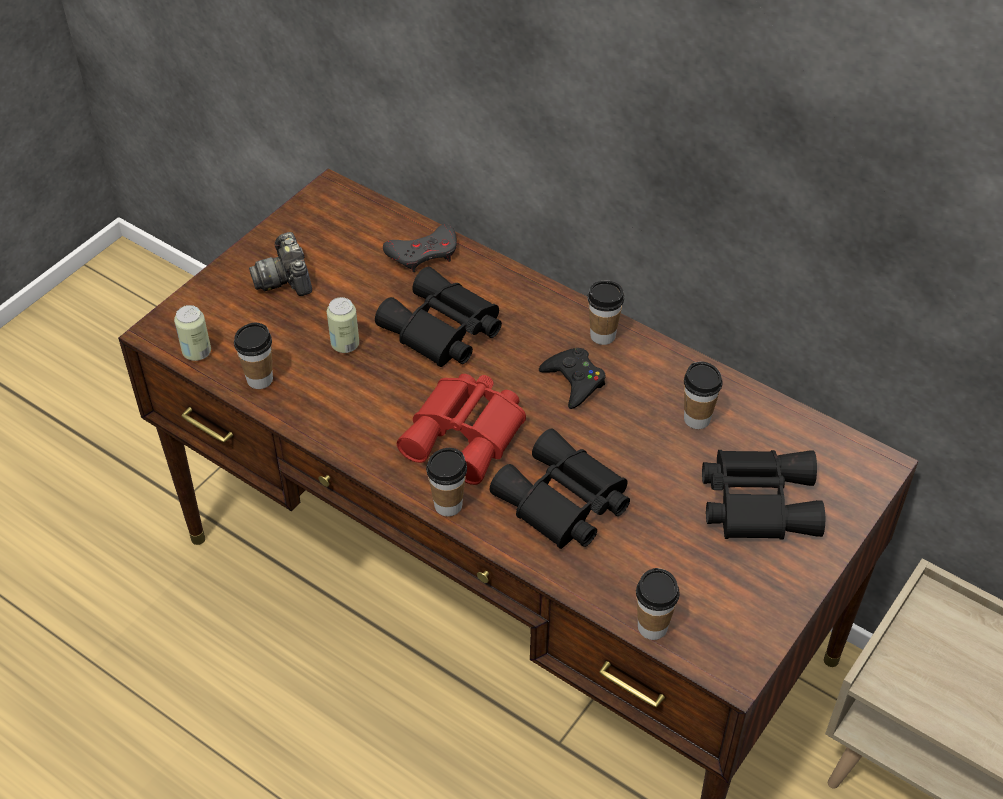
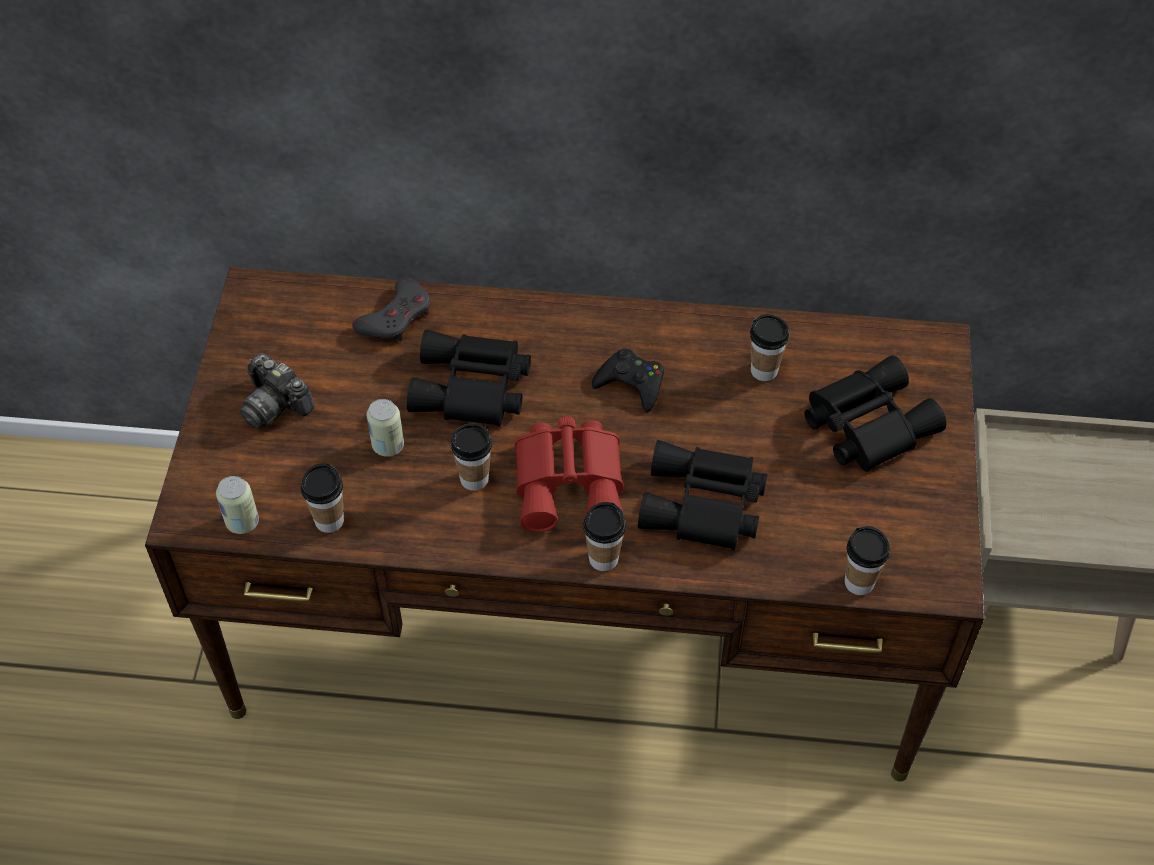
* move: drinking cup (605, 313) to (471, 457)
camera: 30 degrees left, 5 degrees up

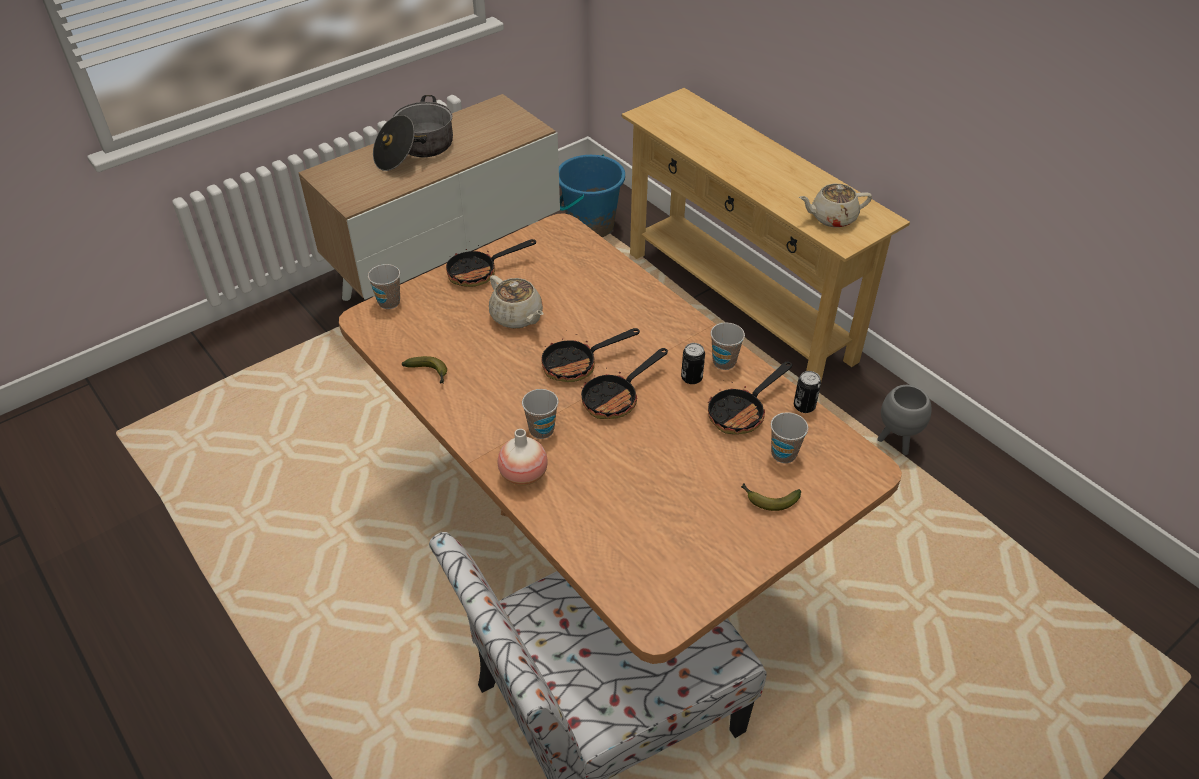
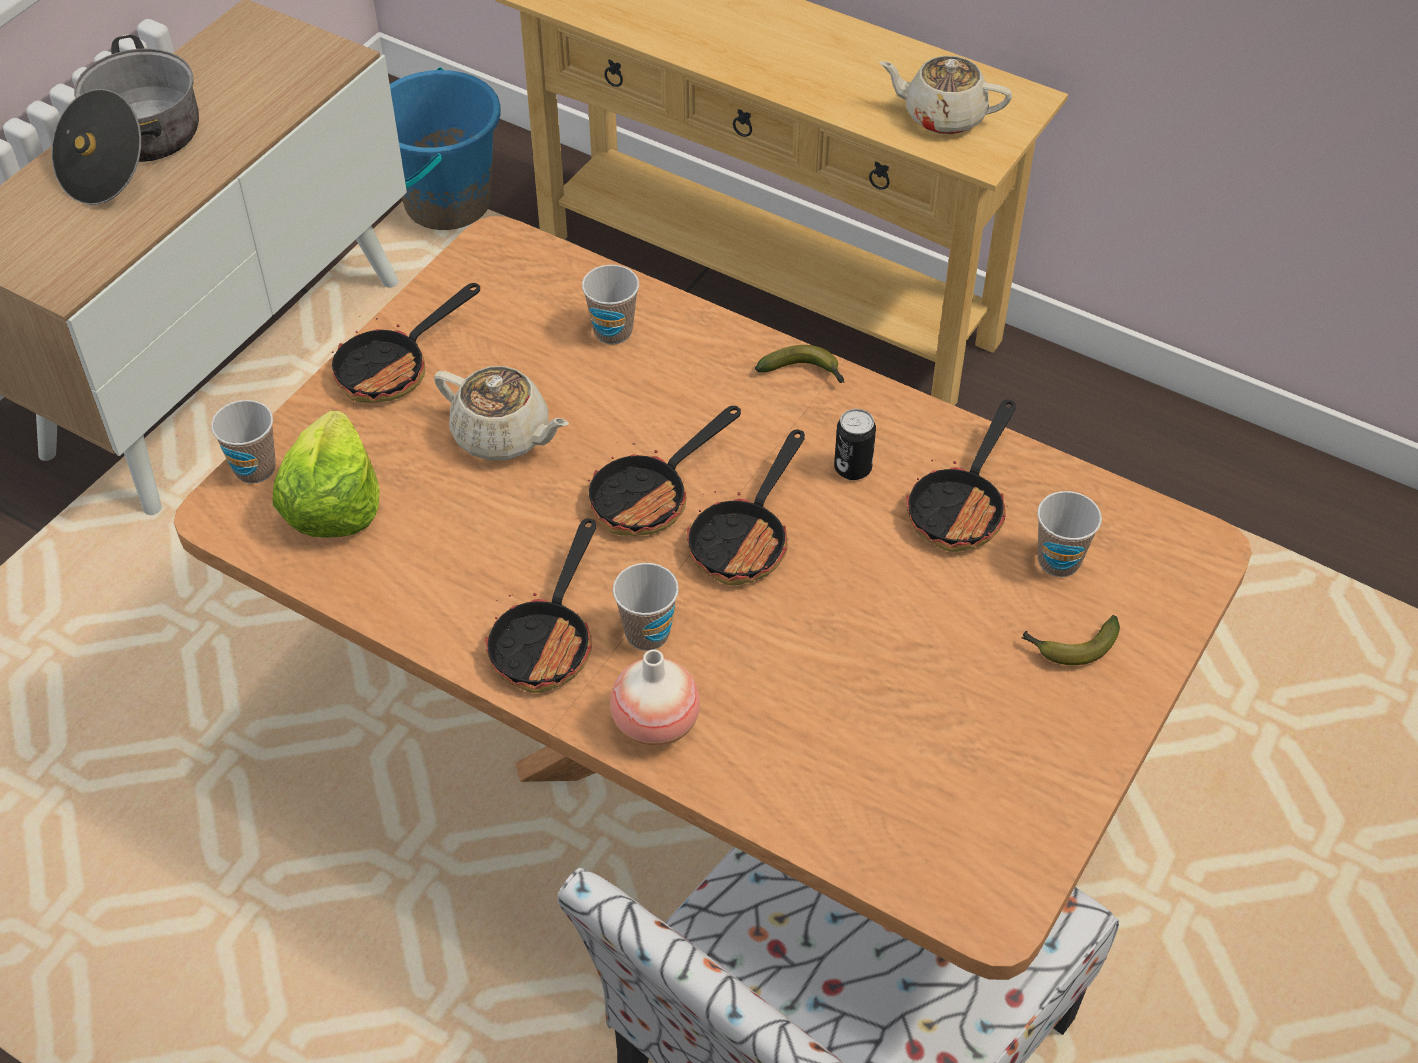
* insert: lettuce head (326, 474)
* insert: skillet (540, 605)
* move: drinking cup (728, 346) to (610, 305)
* move: whole banana (424, 370) to (800, 364)
* rotate: sand-coloured teapot (835, 205) = (945, 95) 45 degrees clockwise
* delete: metal can (807, 392)
* delete: grey flower pot (904, 420)
camera: 20 degrees left, 5 degrees up

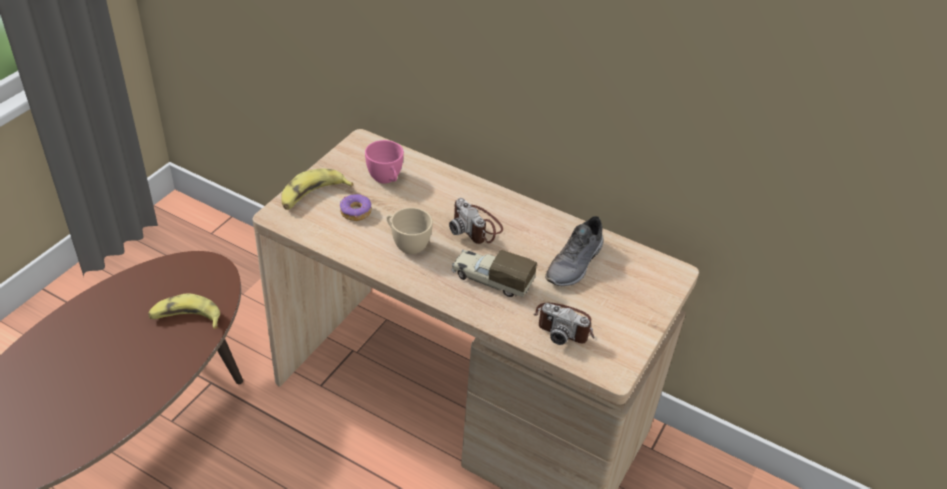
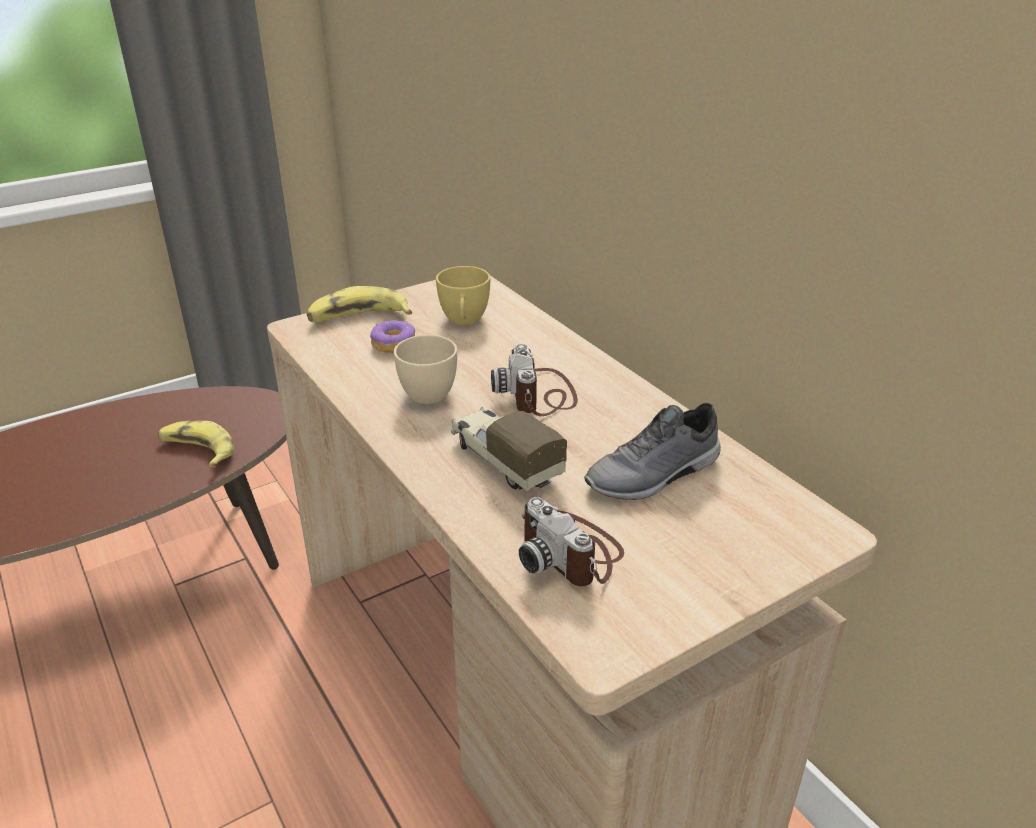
* recolor: pinkish drinking cup (384, 161) to yellowish drinking cup (463, 295)
camera: 30 degrees right, 10 degrees down

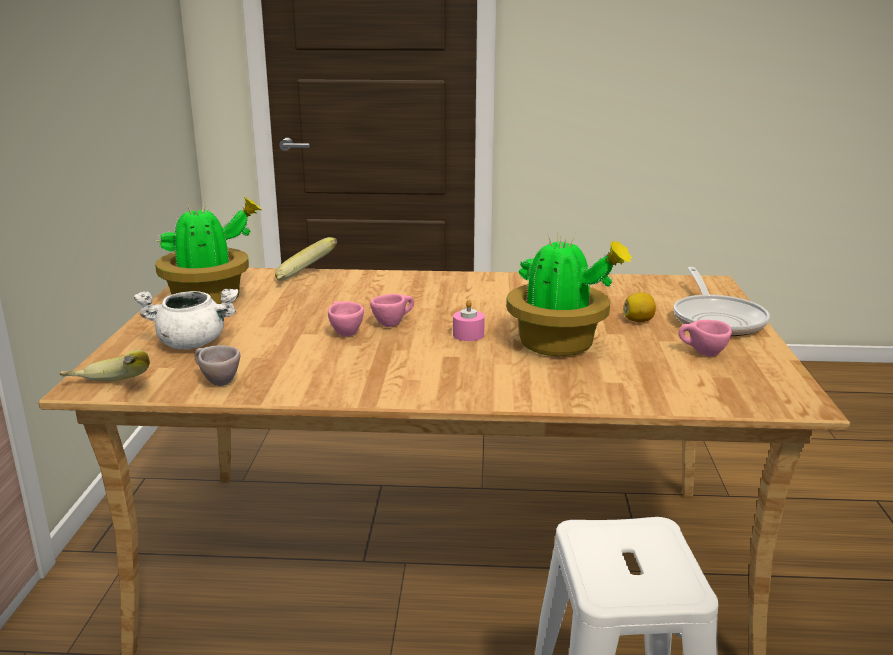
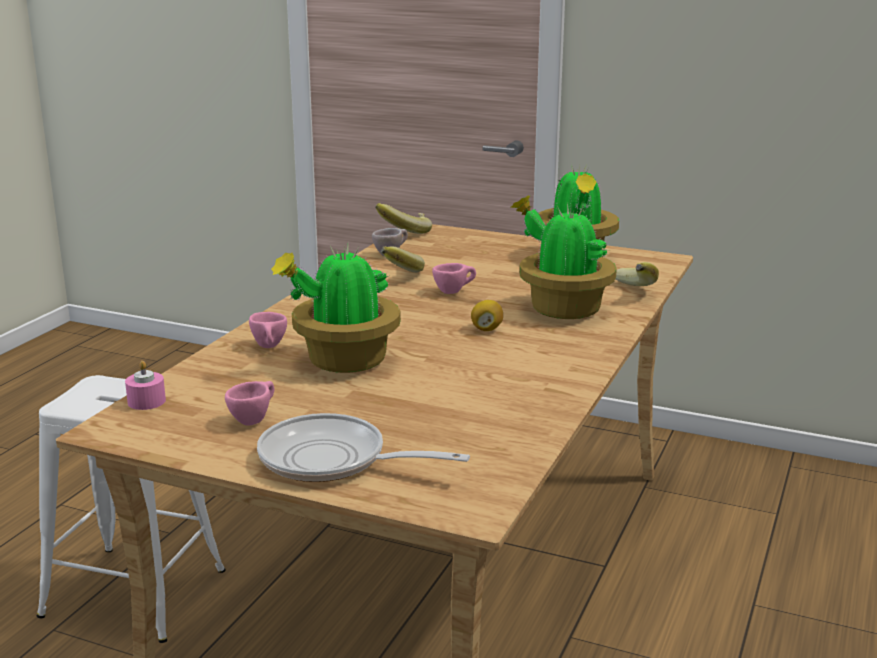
* move: pinkish wax candle (469, 320) to (145, 385)
* move: pinkish drinking cup (392, 310) to (268, 330)
* insert: whole banana (403, 260)
* move: citrus fruit (639, 307) to (487, 315)
* insert: potted plant (564, 257)
* delete: whitish cooking pot (185, 319)
camera: 110 degrees right, 0 degrees up

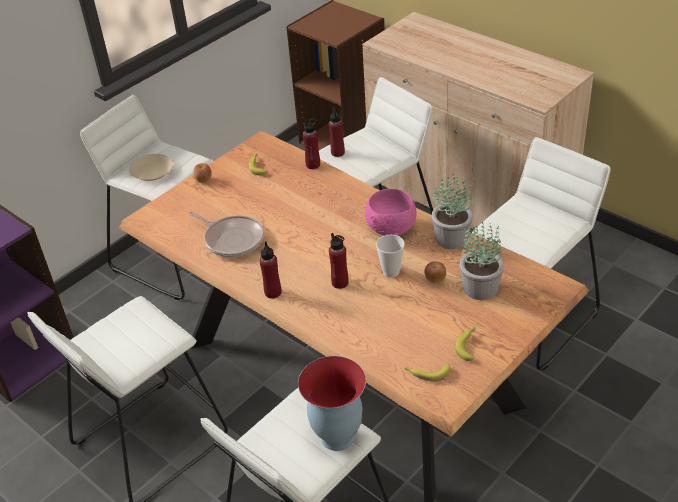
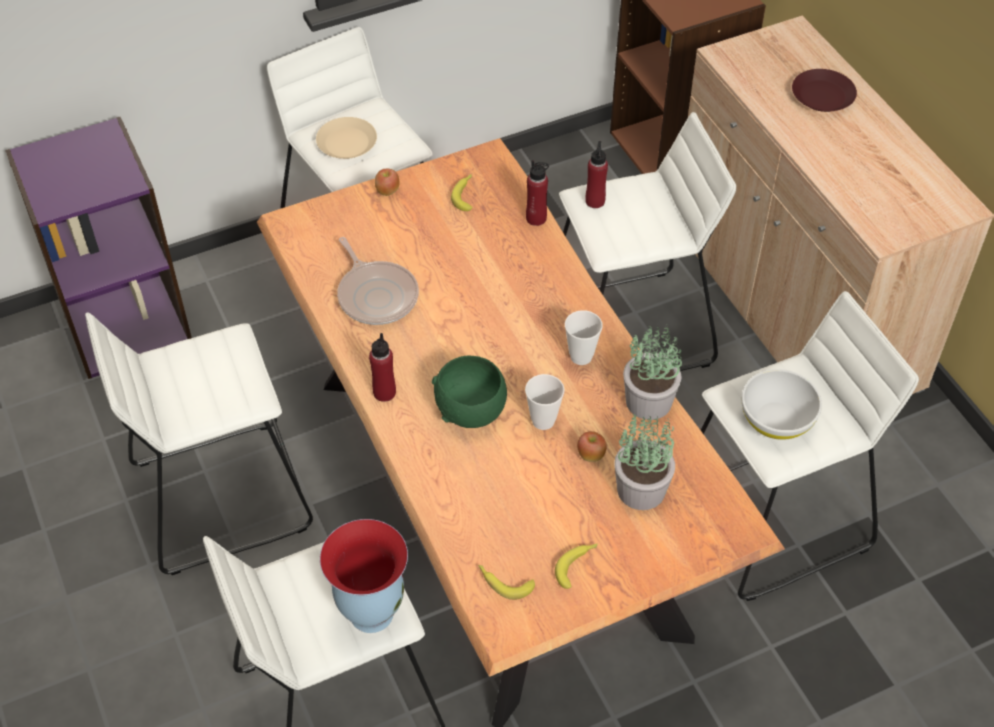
* replace: red-coloured bottle (339, 261) to greenish bowl (469, 392)
* replace: pinkish bowl (390, 212) to drinking cup (584, 337)
* insert: whitish bowl (782, 404)
* insert: brownish dinner plate (824, 90)
camera: 20 degrees right, 10 degrees up

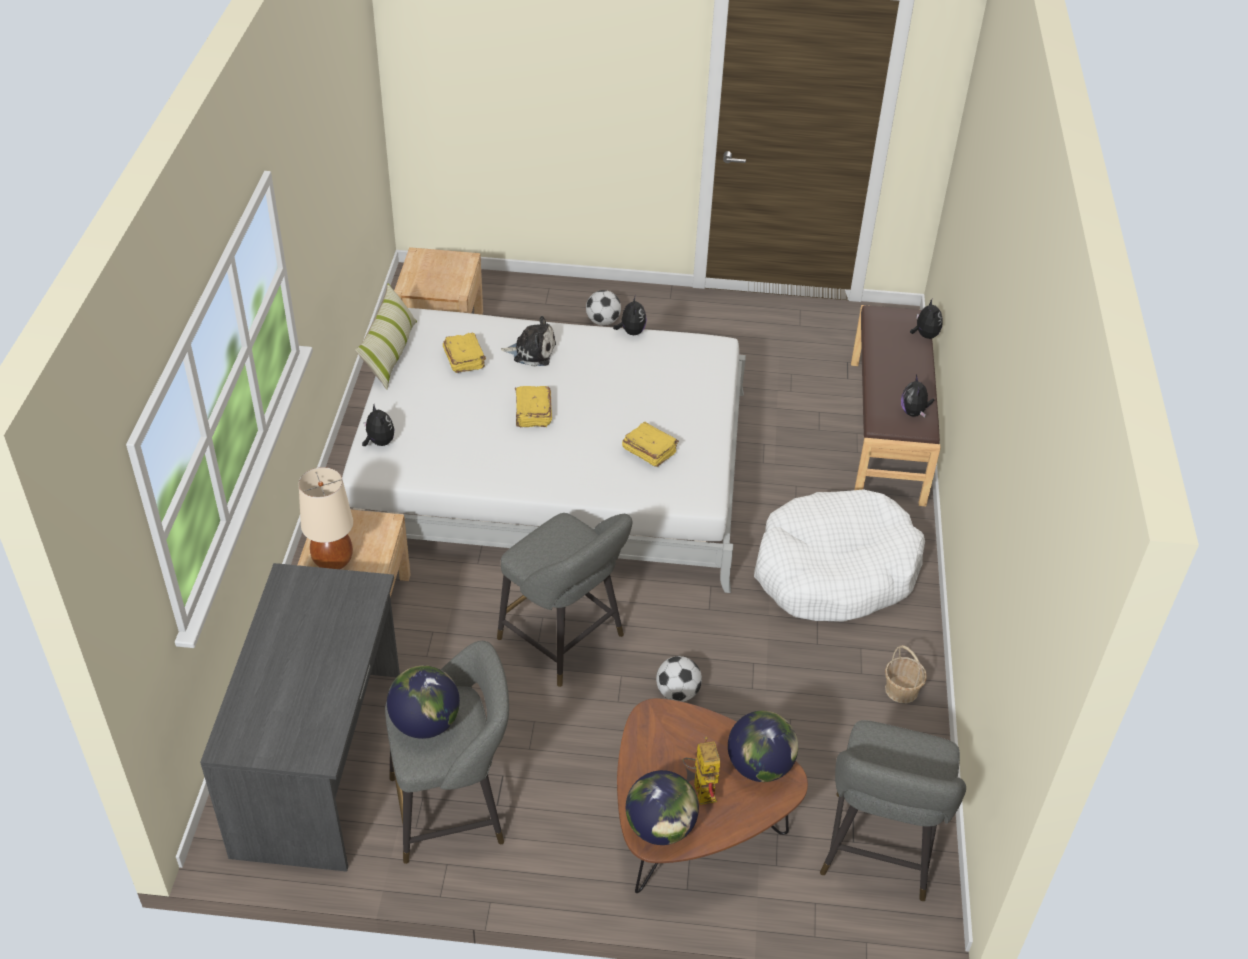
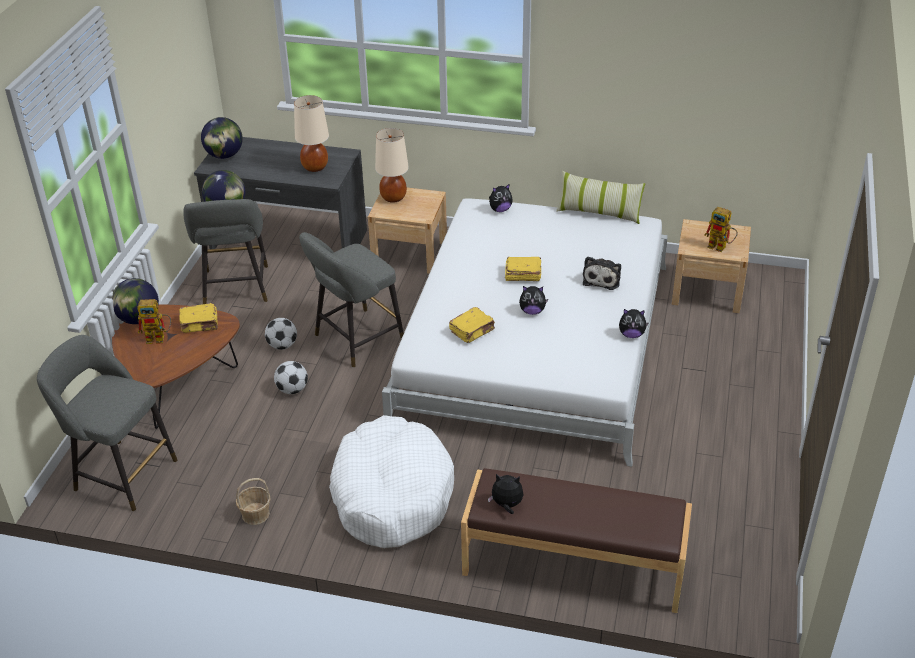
* move: yellowish bound book (464, 353) to (198, 318)
* move: desk globe (763, 746) to (222, 138)
* move: football ball (603, 308) to (281, 334)
* insert: sand-coloured table lamp (311, 133)
* move: soft toy (926, 319) to (533, 300)
* insert: model robot (721, 229)
camera: 100 degrees right, 5 degrees down

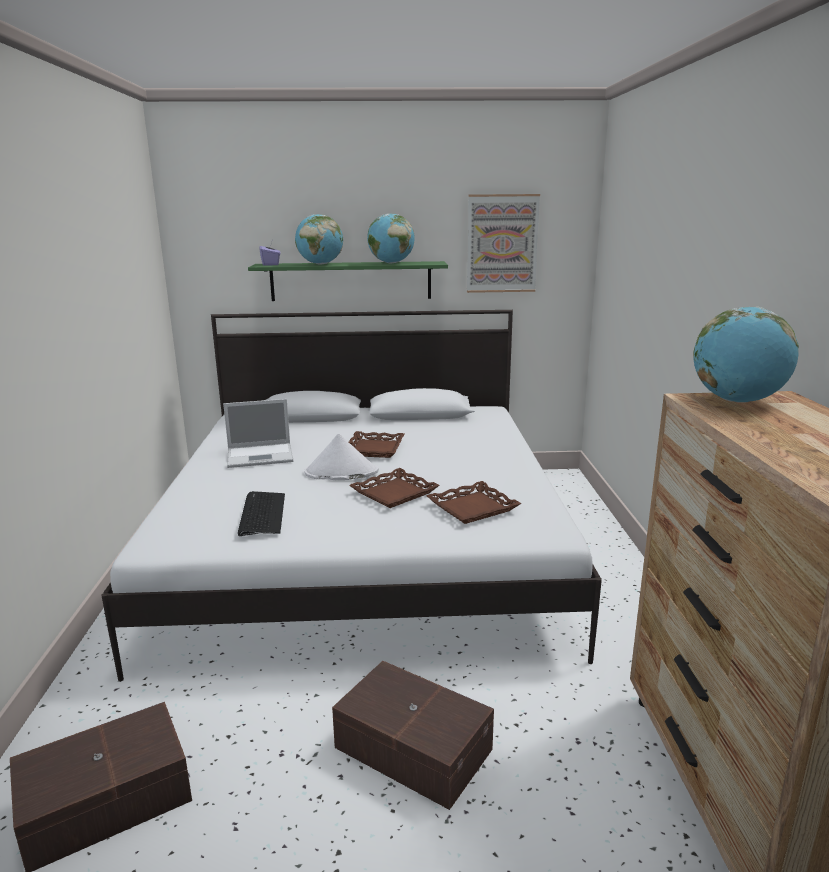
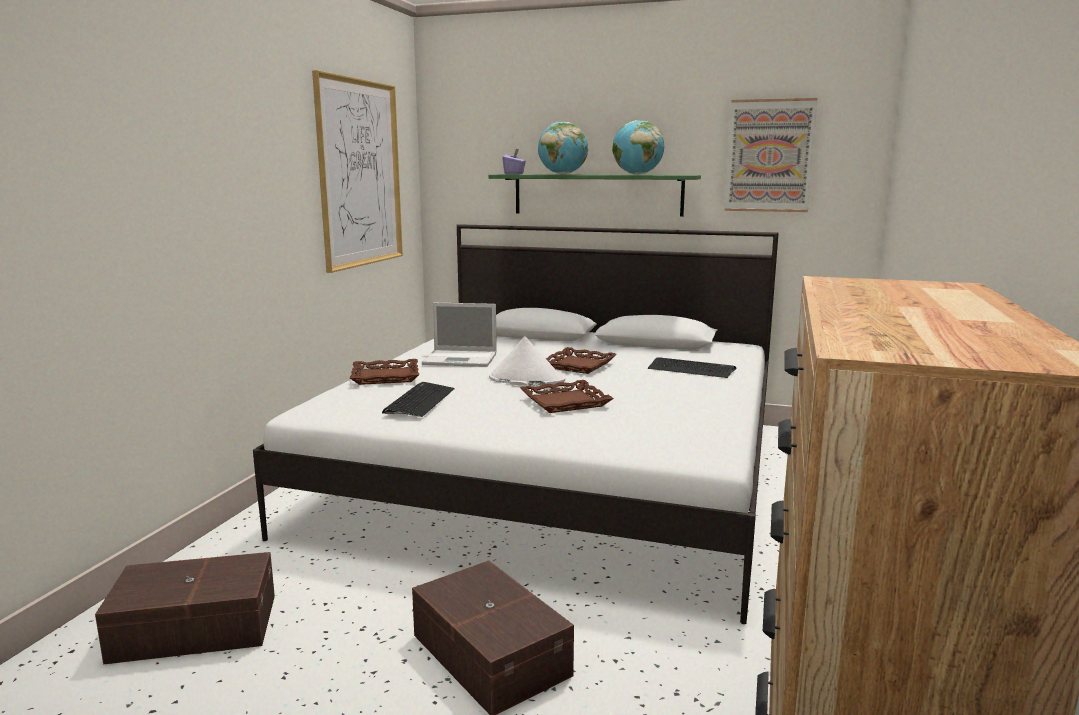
* insert: picture (357, 171)
* move: brownish serving tray (474, 502) to (384, 372)
* insert: PC keyboard (692, 367)
* delete: desk globe (746, 355)
camera: 20 degrees right, 5 degrees down

